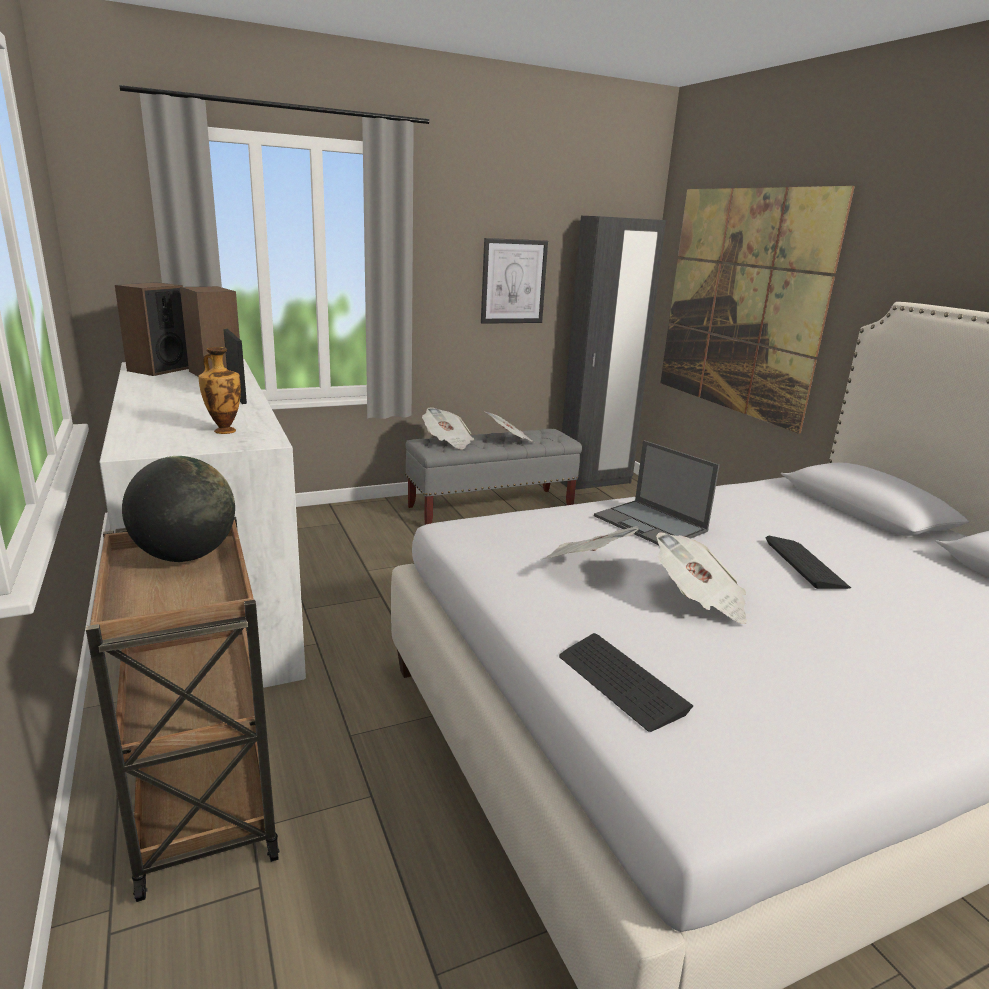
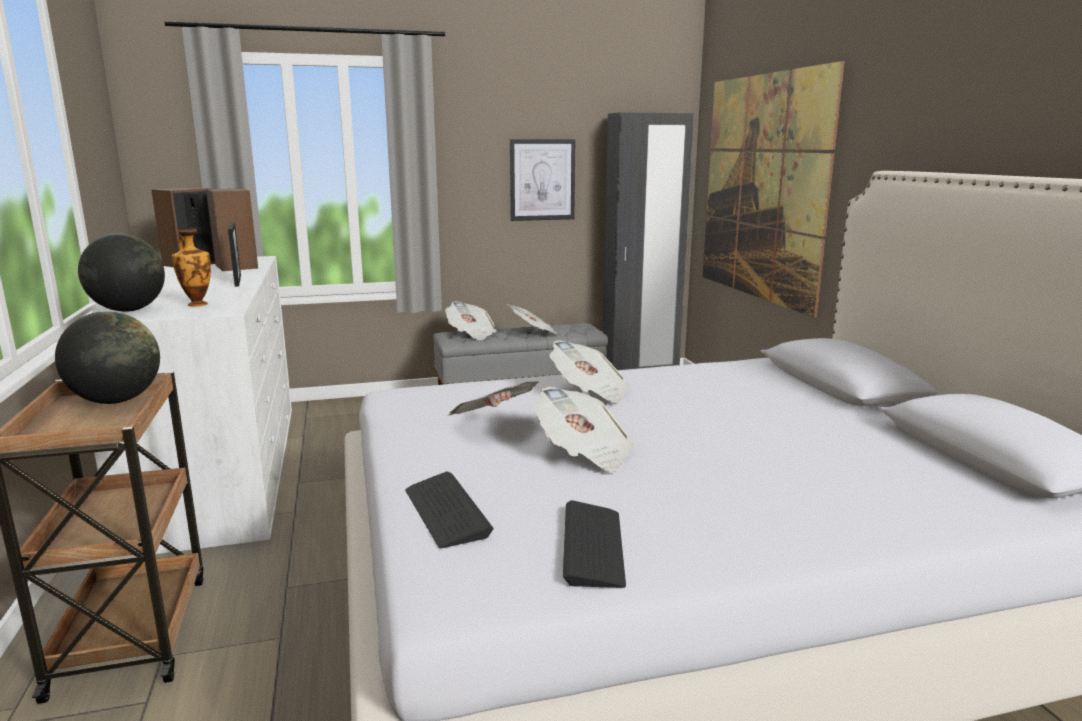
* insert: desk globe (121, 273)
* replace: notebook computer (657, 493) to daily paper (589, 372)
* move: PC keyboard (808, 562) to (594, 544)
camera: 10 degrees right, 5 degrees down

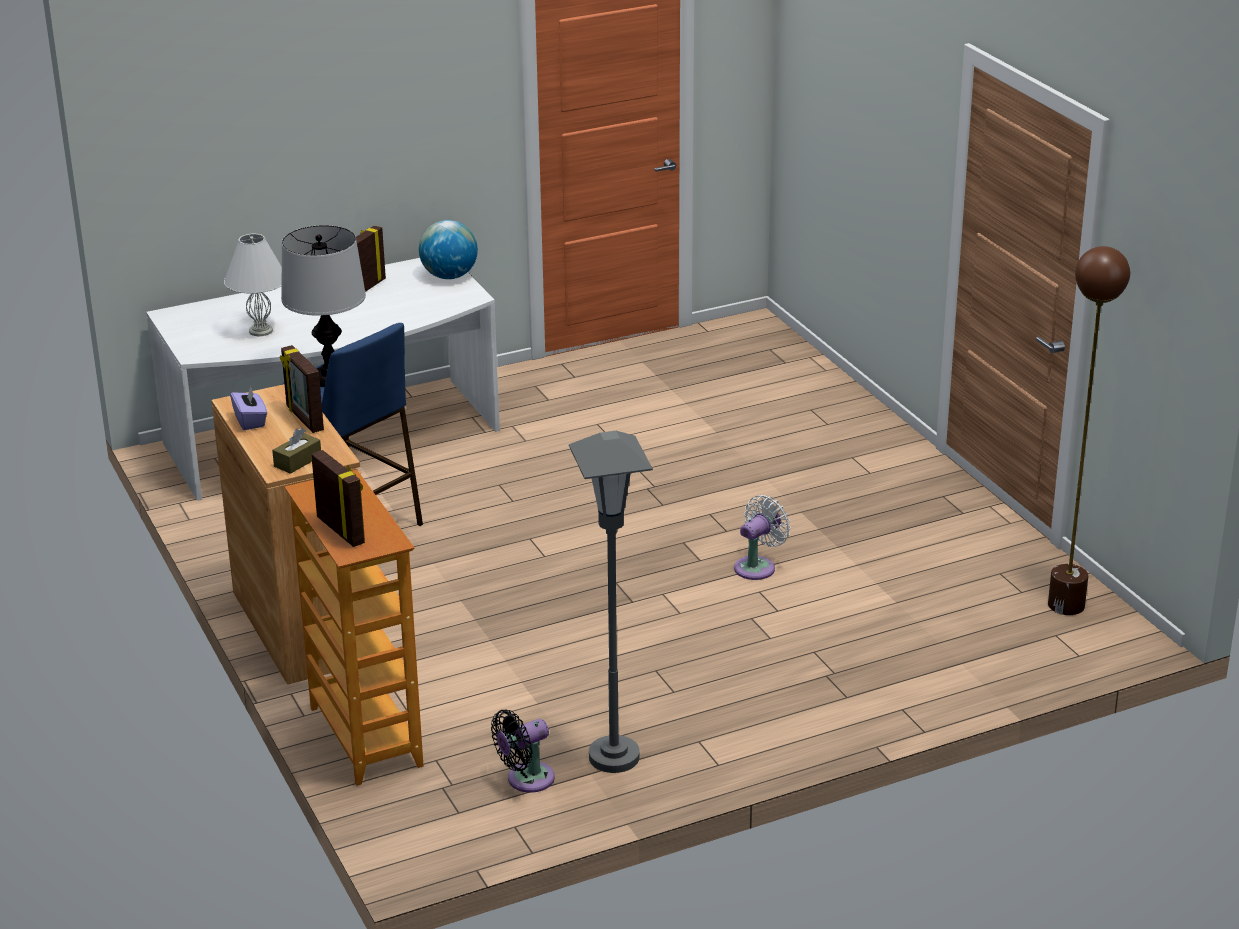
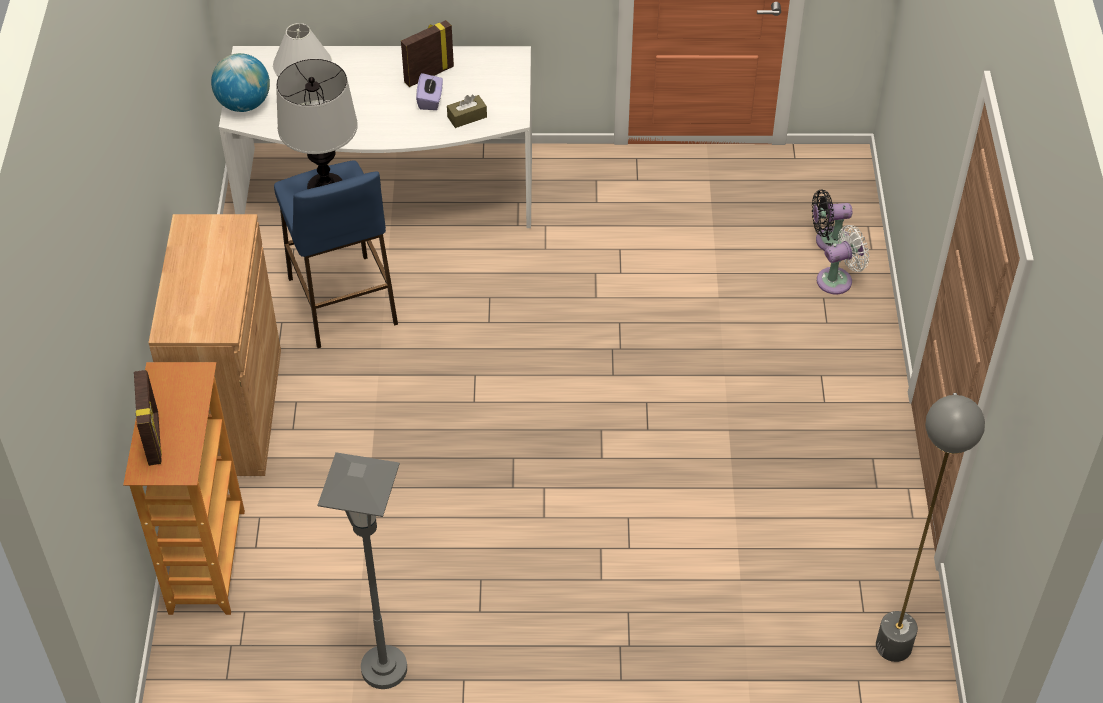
* move: desk globe (448, 249) to (240, 82)
* move: purplish tissue holder (248, 408) to (429, 91)
* move: brownish tissue holder (296, 451) to (467, 111)
* move: black-coloured cooling fan (523, 751) to (832, 220)
* move: whitish cooling fan (762, 537) to (843, 259)
* recolor: brownish standard lamp (1089, 430) to grey standard lamp (930, 528)
* delete: photo frame (302, 389)
camera: 25 degrees right, 20 degrees up

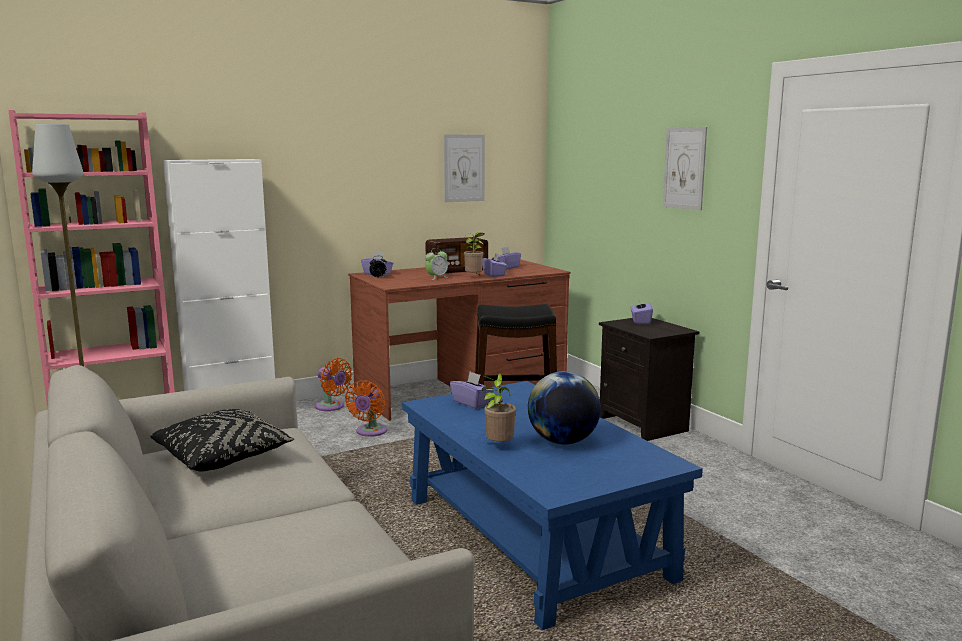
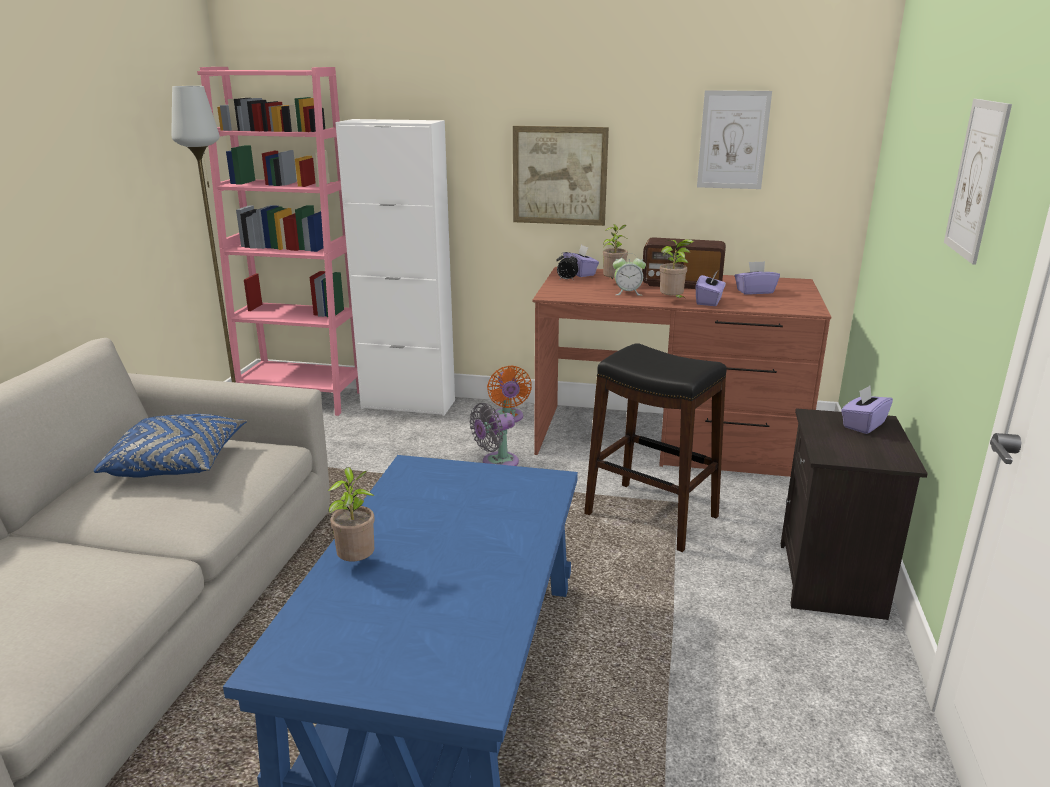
* recolor: black-coloured throw pillow (222, 440) to blue throw pillow (170, 446)
* recolor: orange-coloured cooling fan (366, 408) to grey cooling fan (494, 434)
* insert: picture (561, 176)
* insert: potted plant (616, 252)
* delete: purplish tissue holder (472, 390)
* delete: desk globe (564, 407)
camera: 40 degrees right, 10 degrees up

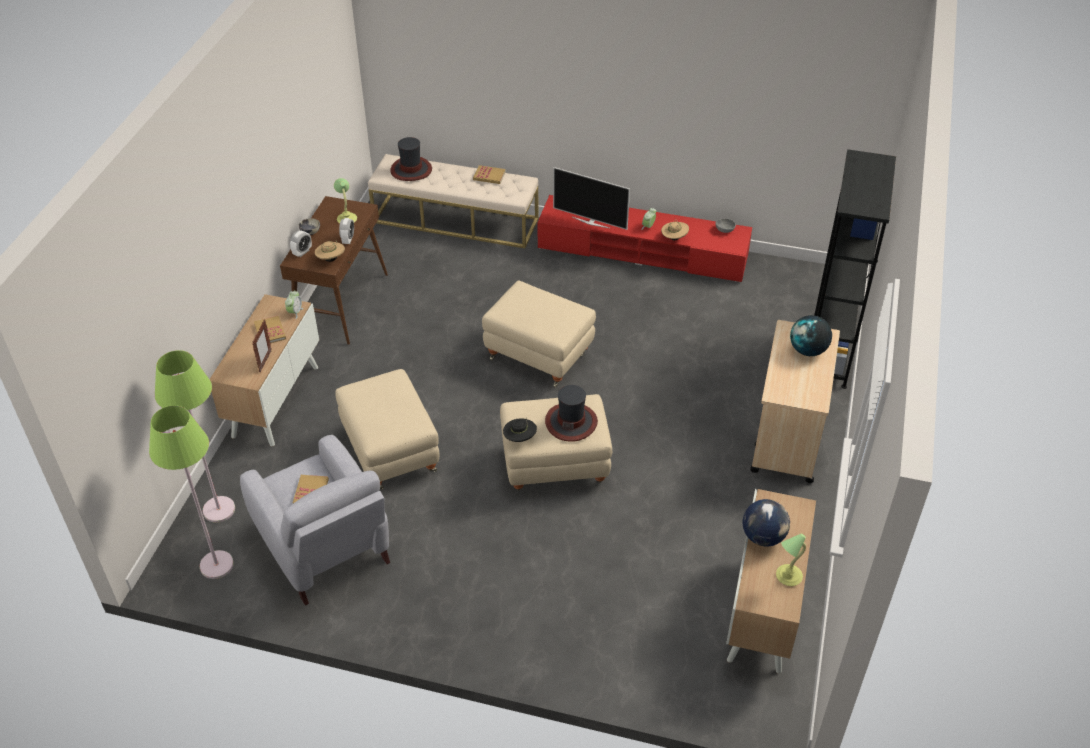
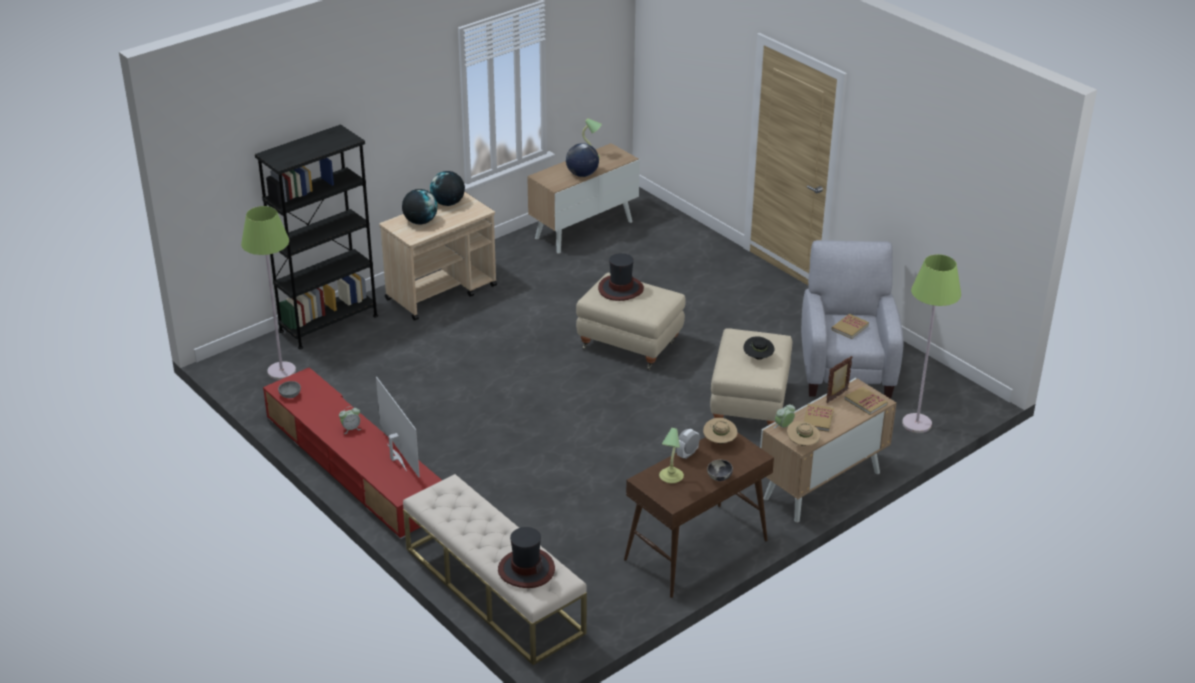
* move: greenish standard lamp (191, 492) to (268, 293)
* insert: desk globe (447, 188)
* move: black-coloured wearable hat (520, 429) to (758, 348)
* move: sand-coloured wearable hat (675, 230) to (804, 433)
* move: bound book (489, 174) to (866, 400)
* delete: table clock (301, 243)
* delete: sand-coloured ottoman (539, 334)
camera: 145 degrees left, 10 degrees down

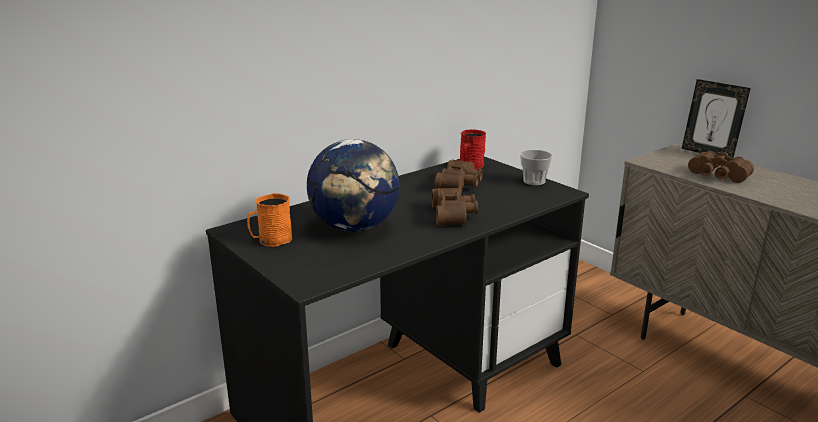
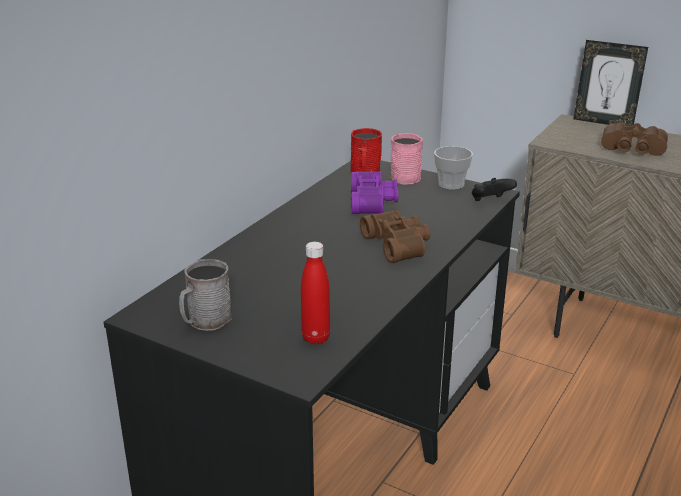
* recolor: orange-coloured tea mug (269, 220) to grey tea mug (205, 295)
* insert: red-coloured bottle (315, 293)
* recolor: brownish field glasses (459, 175) to purplish field glasses (374, 192)
* insert: pinkish tea mug (406, 159)
* insert: black-coloured joypad (494, 189)
* delete: desk globe (353, 185)
camera: 20 degrees left, 5 degrees up

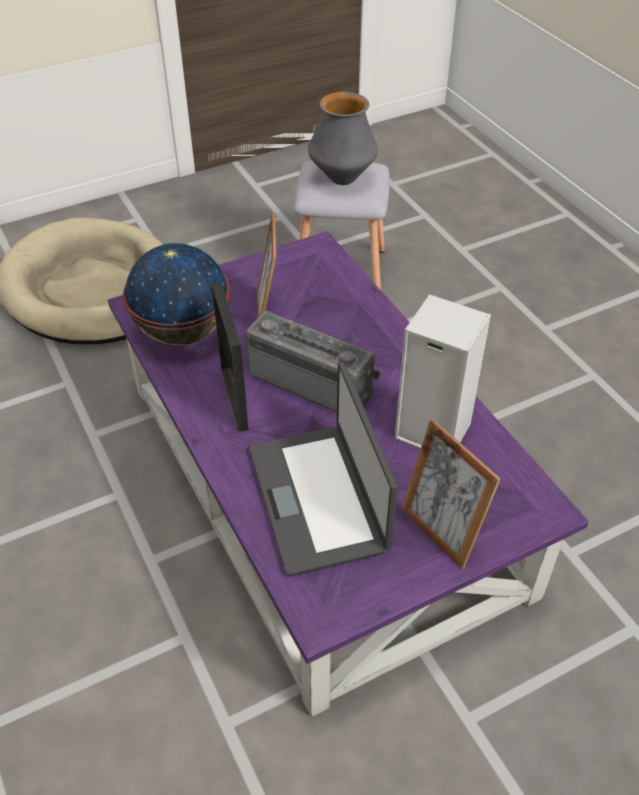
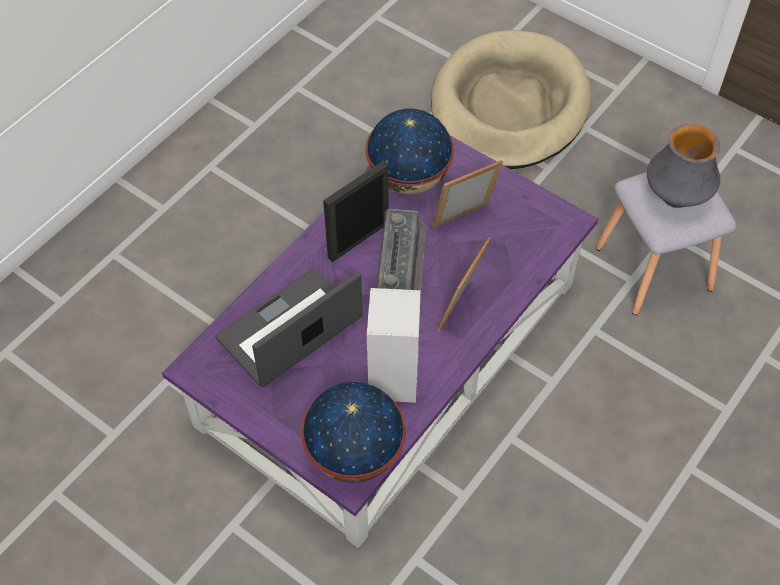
* insert: desk globe (353, 432)
* move: photo frame (451, 493) to (464, 284)
camera: 65 degrees right, 10 degrees up

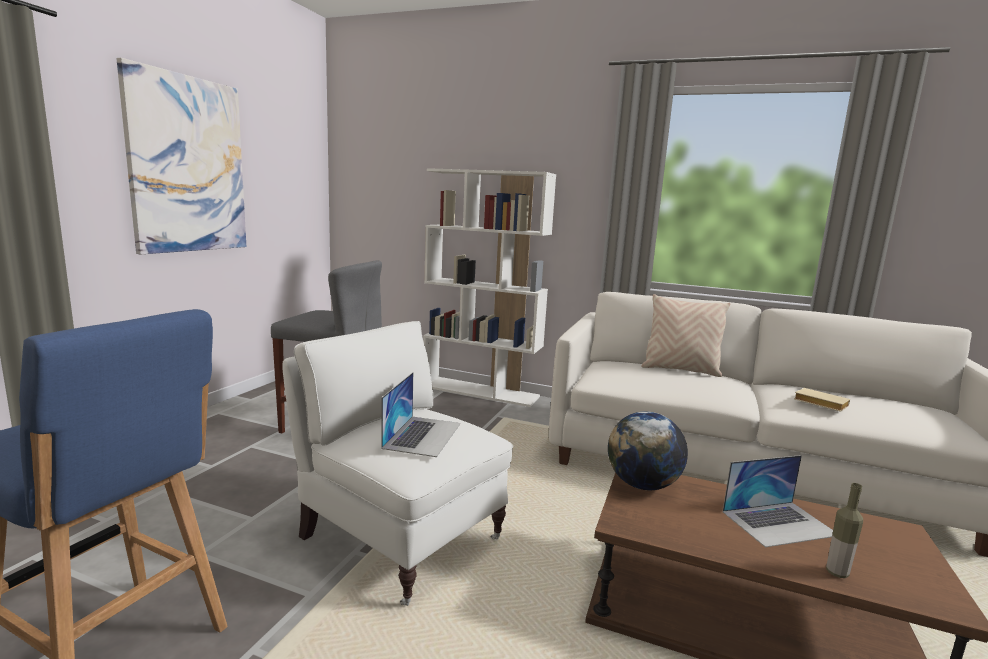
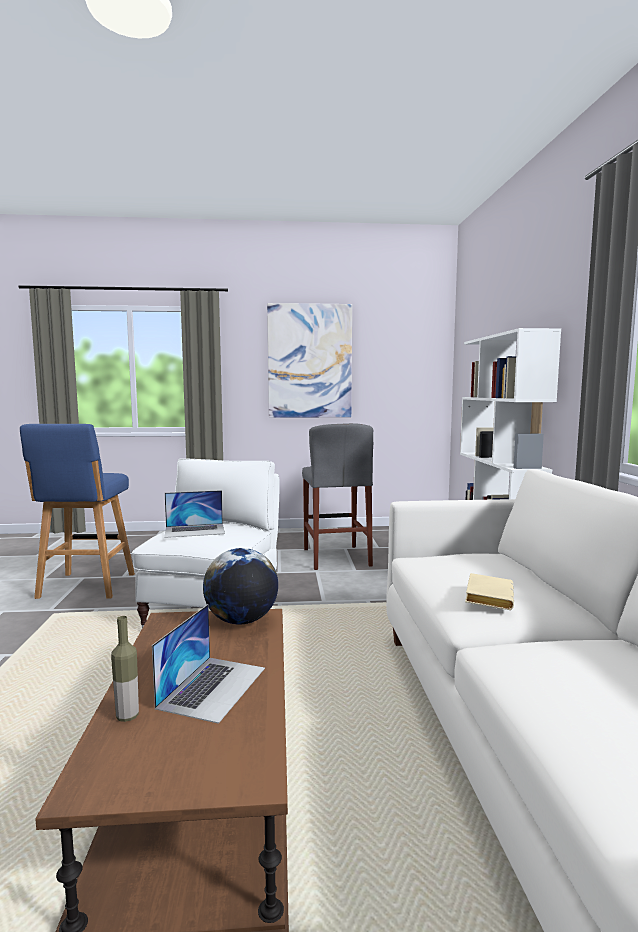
* rotate: notebook computer (778, 501) = (208, 664) 120 degrees counterclockwise
* move: sand-coloured bound book (822, 400) to (489, 591)
* delete: sand-coloured throw pillow (685, 335)
camera: 65 degrees right, 5 degrees down

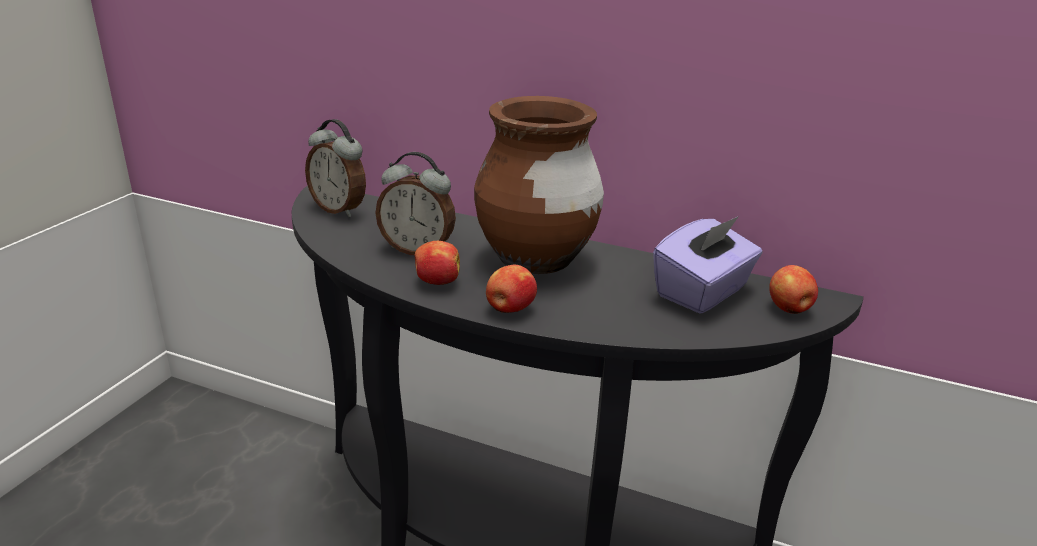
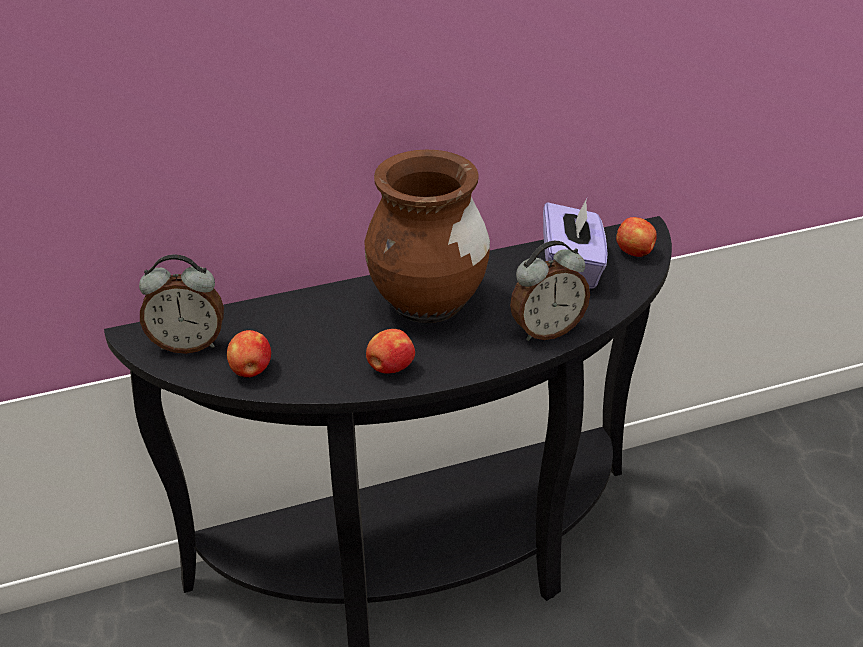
* move: apple fruit (511, 288) to (249, 354)
* move: table clock (415, 203) to (550, 291)
camera: 40 degrees left, 10 degrees up

